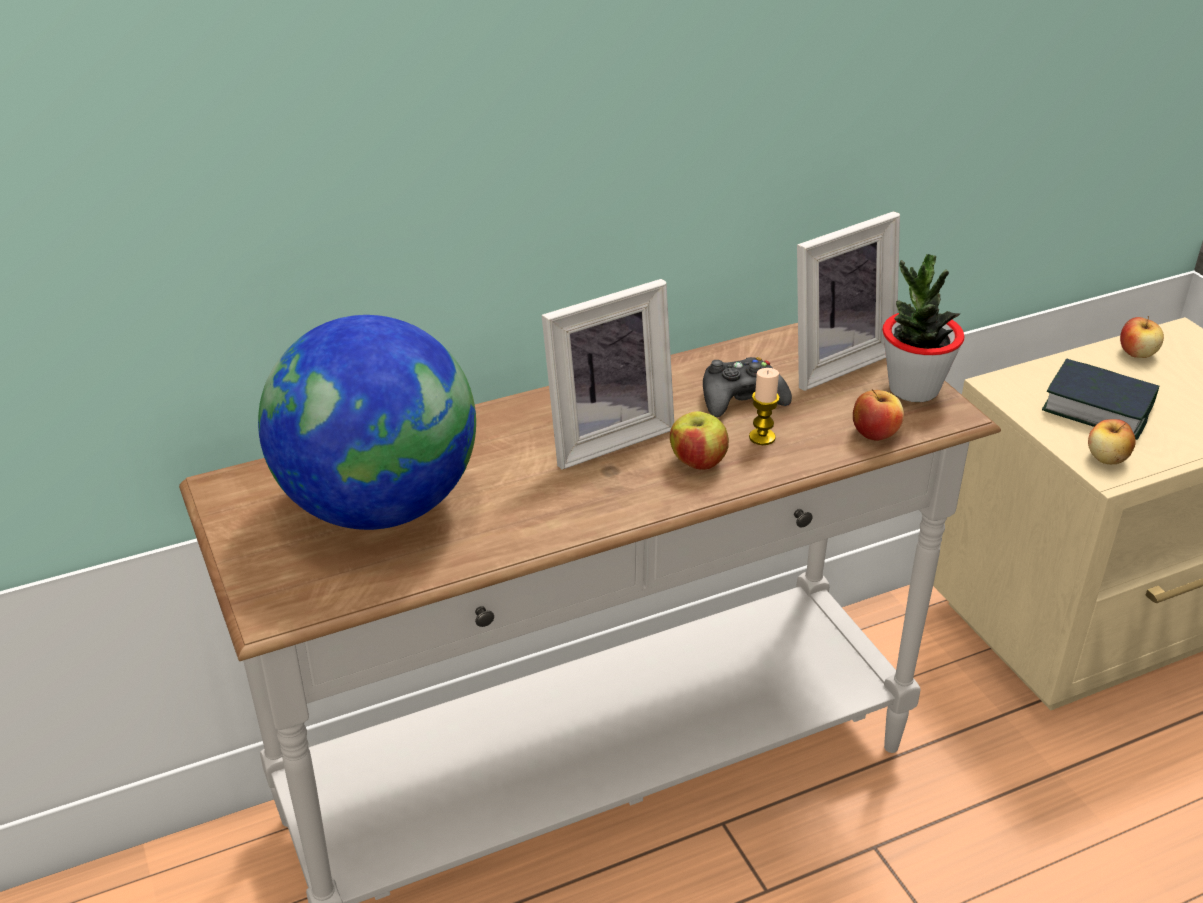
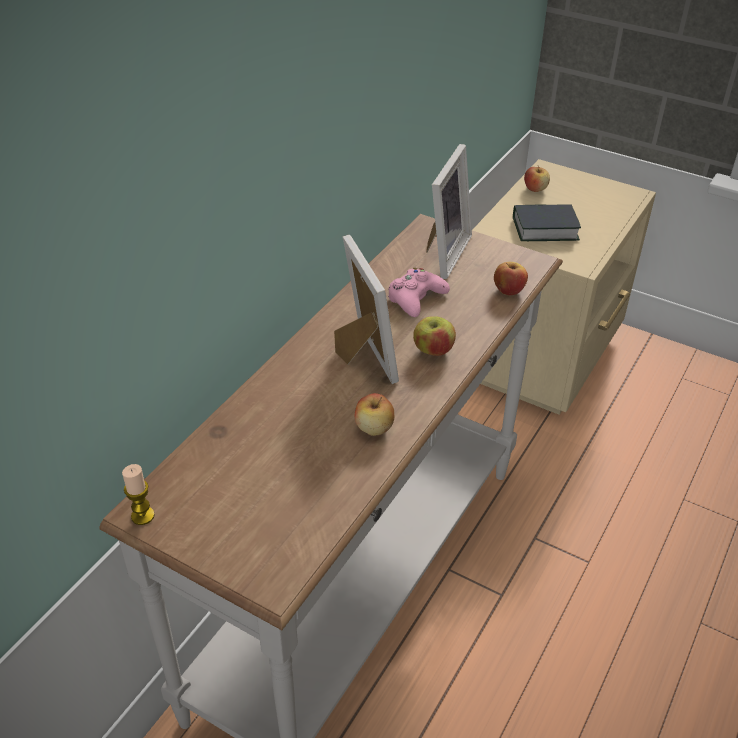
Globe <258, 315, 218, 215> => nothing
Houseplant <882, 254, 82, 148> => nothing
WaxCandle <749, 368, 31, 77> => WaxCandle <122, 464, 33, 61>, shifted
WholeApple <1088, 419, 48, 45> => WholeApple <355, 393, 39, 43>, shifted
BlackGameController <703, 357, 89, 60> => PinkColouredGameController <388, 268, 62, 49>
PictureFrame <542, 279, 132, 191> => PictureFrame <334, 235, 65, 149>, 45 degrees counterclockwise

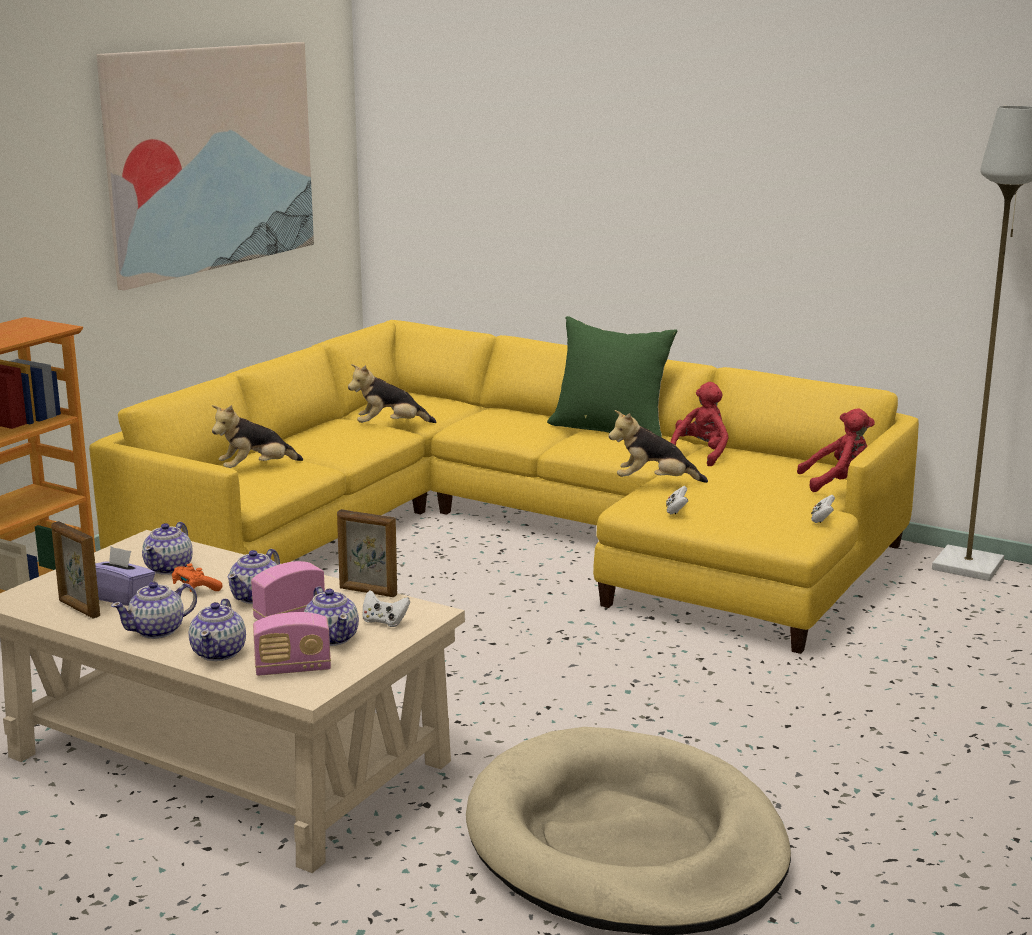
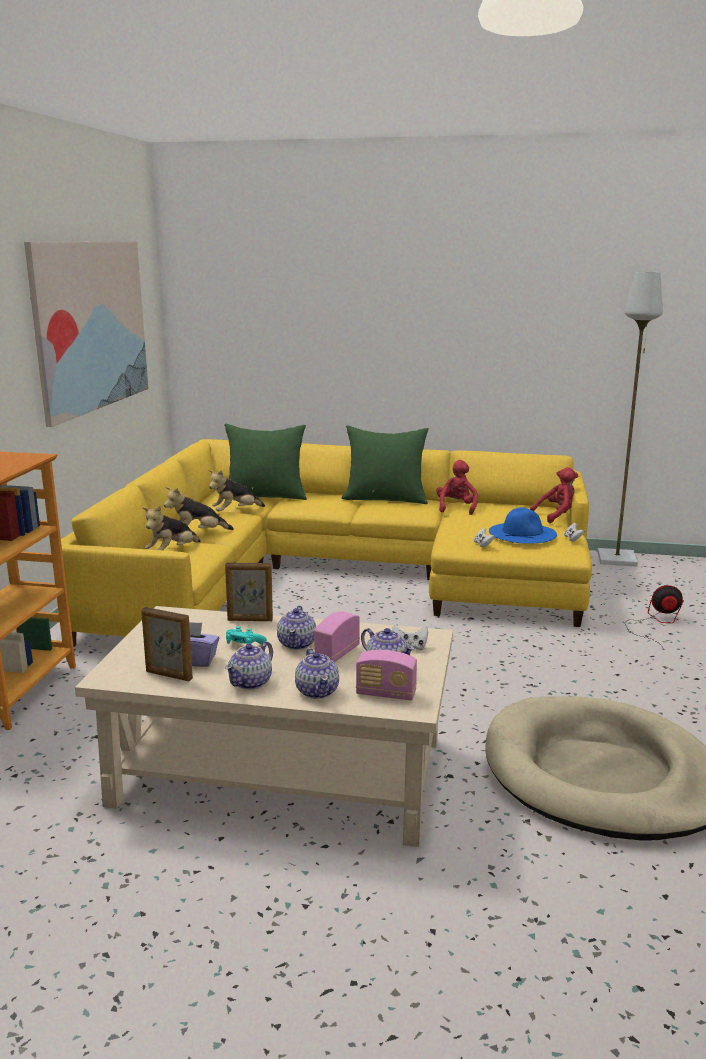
TeaPot <142, 522, 51, 53> => nothing
nothing => GreenColouredPillow <224, 424, 83, 76>
nothing => BluishHat <489, 507, 68, 37>
nothing => ElectricFan <625, 585, 59, 63>
PictureFrame <337, 509, 60, 88> => PictureFrame <225, 562, 48, 59>, shifted
PlushToy <609, 410, 99, 73> => PlushToy <164, 487, 70, 43>, shifted
OrangeColouredGameController <172, 563, 50, 29> => TurquoiseGameController <226, 626, 41, 19>
Radio <253, 612, 78, 64> => Radio <356, 650, 61, 51>, 45 degrees clockwise

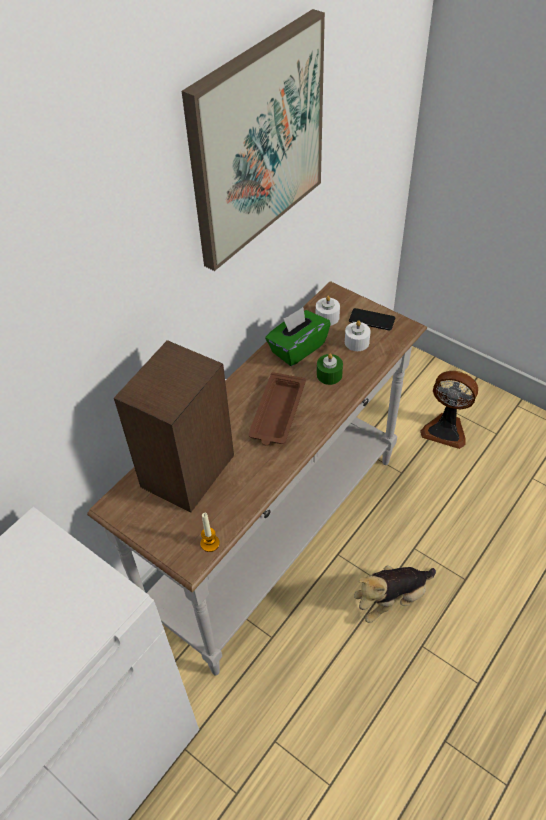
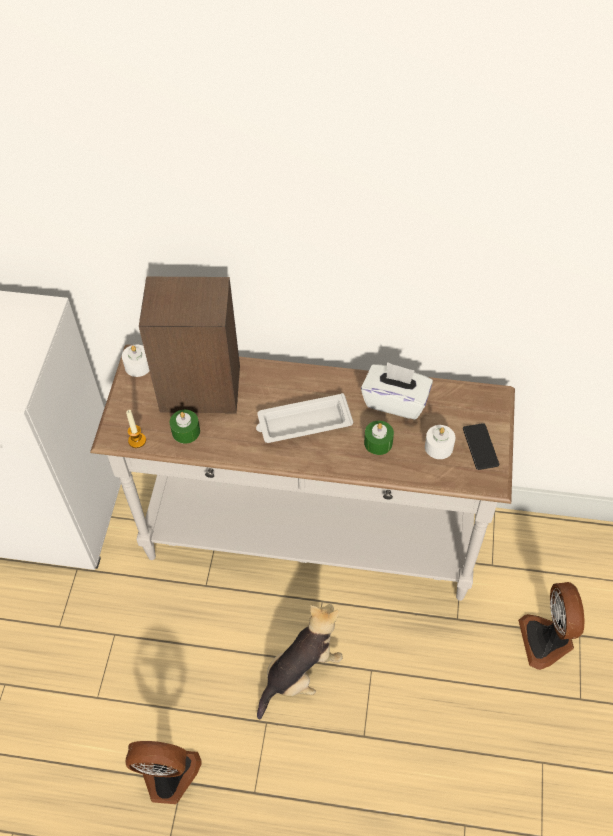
Picture <182, 9, 143, 262> => nothing
nothing => ElectricFan <125, 741, 77, 63>
nothing => GreenColouredWaxCandle <170, 410, 30, 34>
WhitishWaxCandle <316, 296, 24, 30> => WhitishWaxCandle <122, 345, 28, 32>, shifted
BrownServingTray <248, 372, 58, 73> => WhitishServingTray <256, 393, 97, 50>
GreenColouredTissueBox <265, 307, 66, 59> => WhitishTissueBox <361, 362, 72, 57>
PlushToy <354, 566, 82, 57> => PlushToy <257, 604, 86, 115>, 105 degrees clockwise

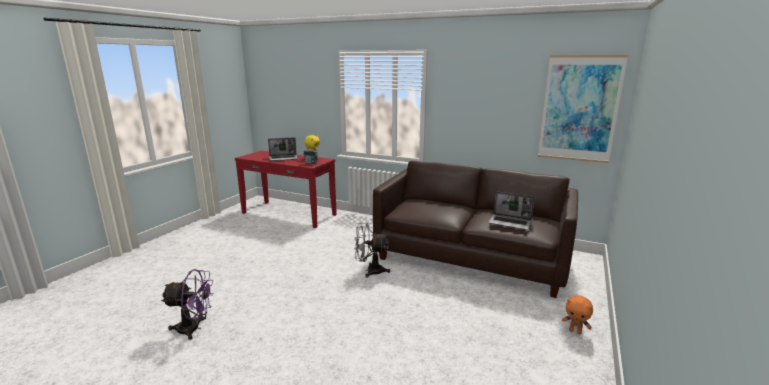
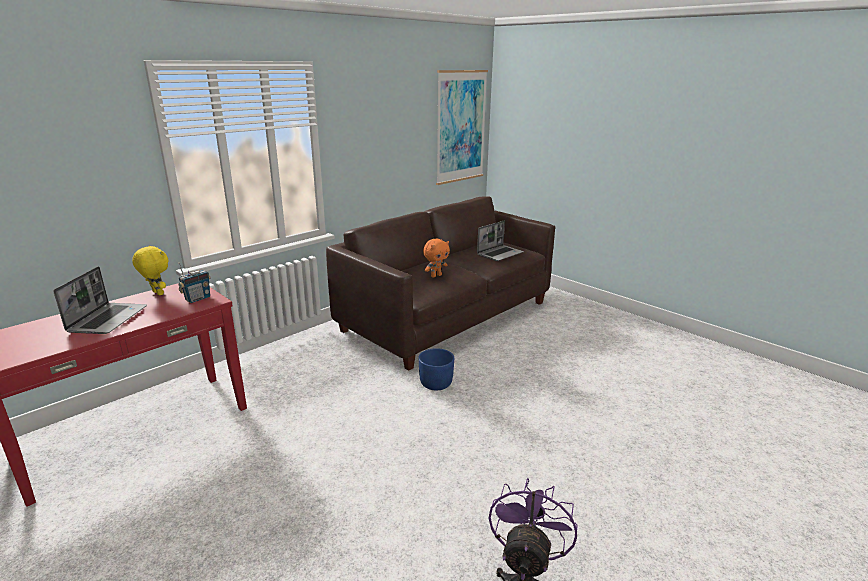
OrangeColouredPlushToy <562, 295, 31, 39> => OrangeColouredPlushToy <423, 239, 27, 39>, shifted
GrayElectricFan <354, 223, 36, 55> => BluishFlowerPot <419, 348, 35, 42>

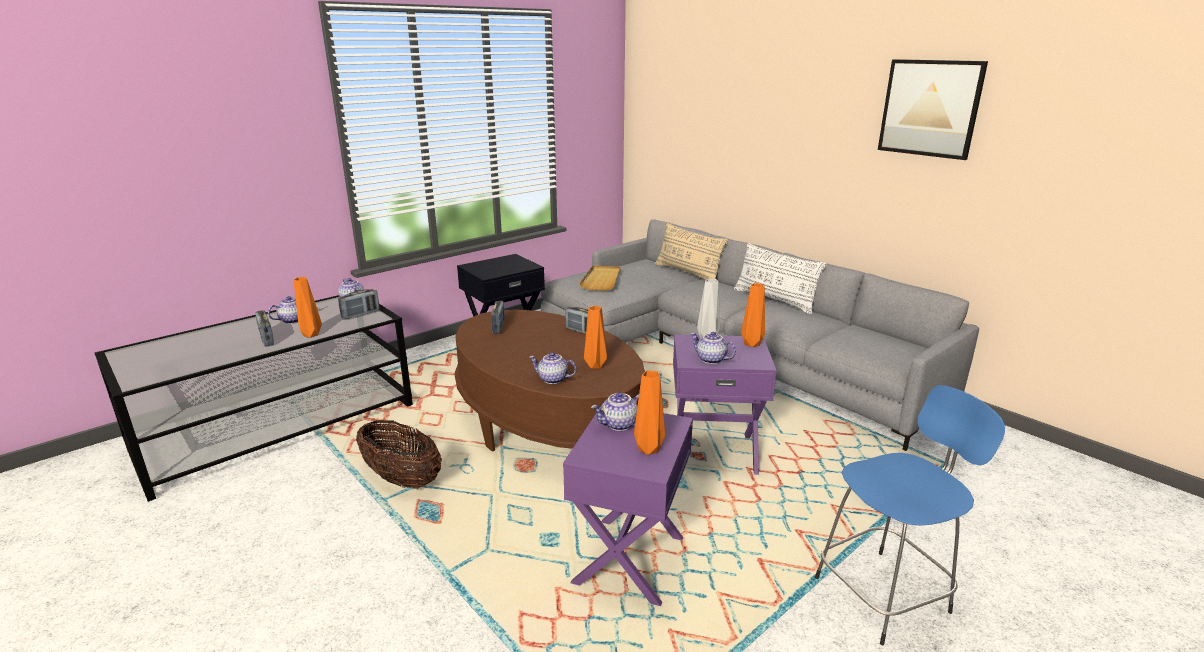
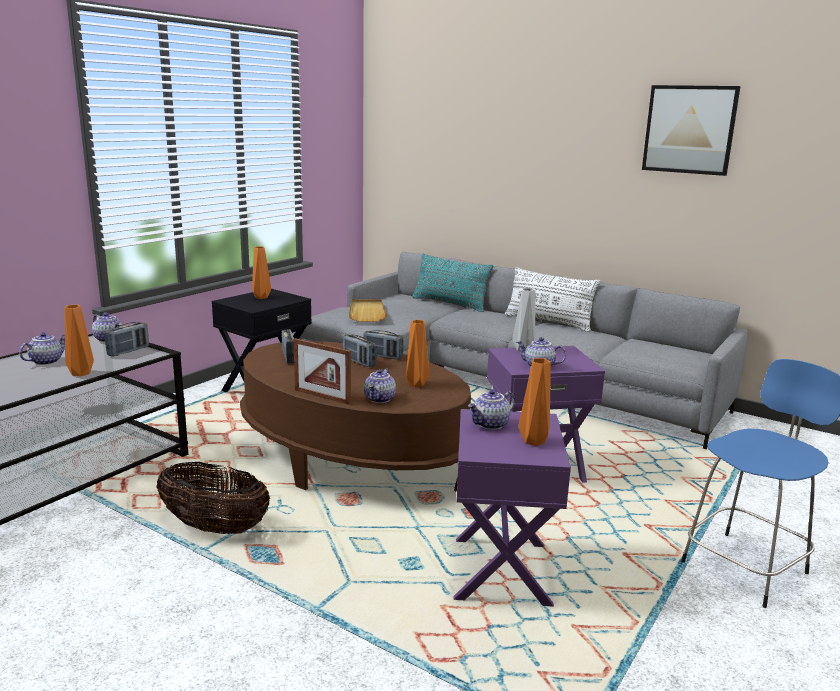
nothing => PictureFrame <294, 338, 57, 67>
Radio <255, 310, 19, 36> => Radio <342, 334, 35, 33>, shifted
OrangeColouredVase <741, 283, 24, 64> => OrangeColouredVase <252, 246, 19, 53>, shifted
BeigePillow <655, 223, 73, 57> => TurquoisePillow <412, 253, 81, 59>
TeaPot <529, 352, 48, 32> => TeaPot <364, 368, 32, 35>, 75 degrees counterclockwise

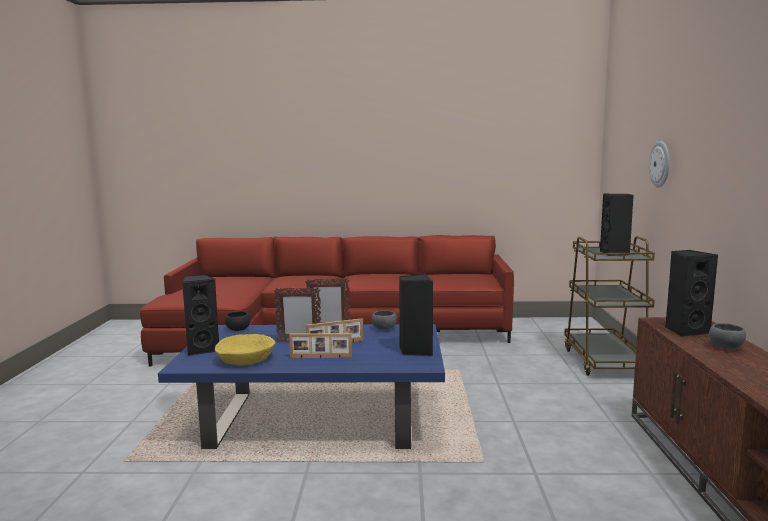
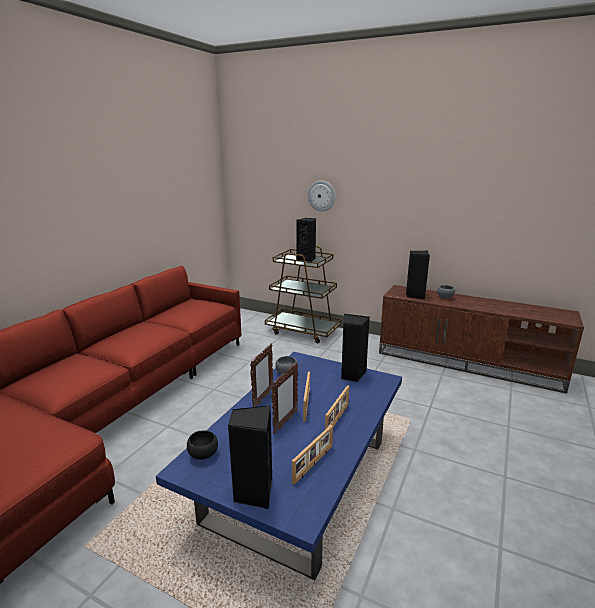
YellowBowl <215, 334, 60, 31> => PictureFrame <292, 425, 41, 60>

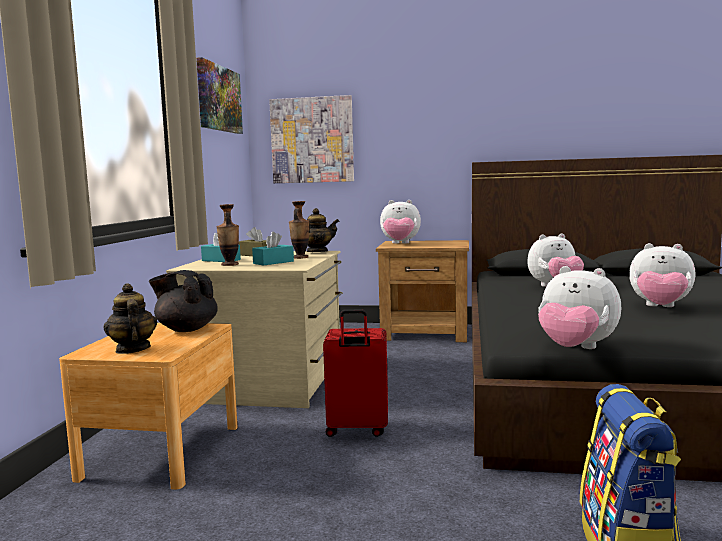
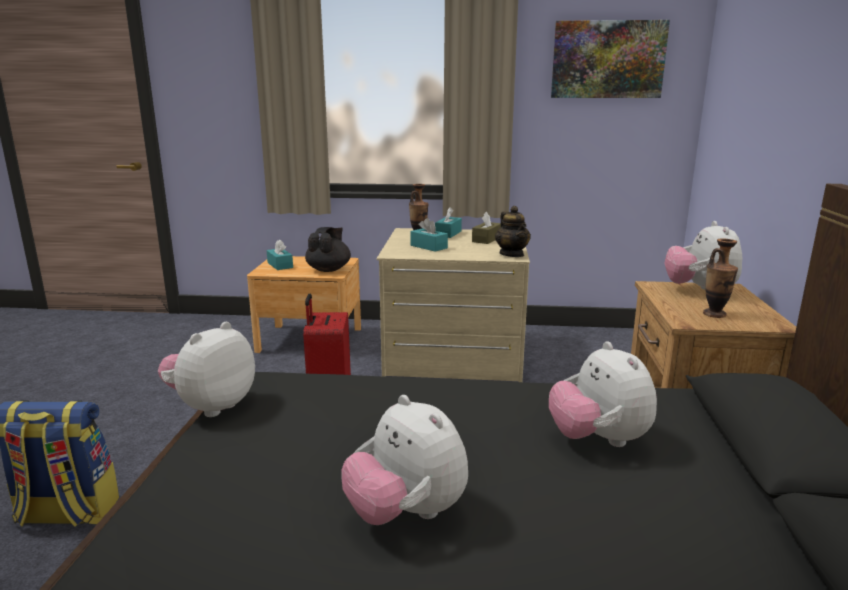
Picture <269, 95, 85, 88> => nothing
Vase <289, 201, 20, 58> => Vase <703, 238, 35, 80>, shifted
TeaPot <104, 283, 54, 71> => TurquoiseTissueBox <267, 239, 26, 31>
PlushToy <629, 243, 67, 64> => PlushToy <341, 395, 127, 130>, 60 degrees counterclockwise

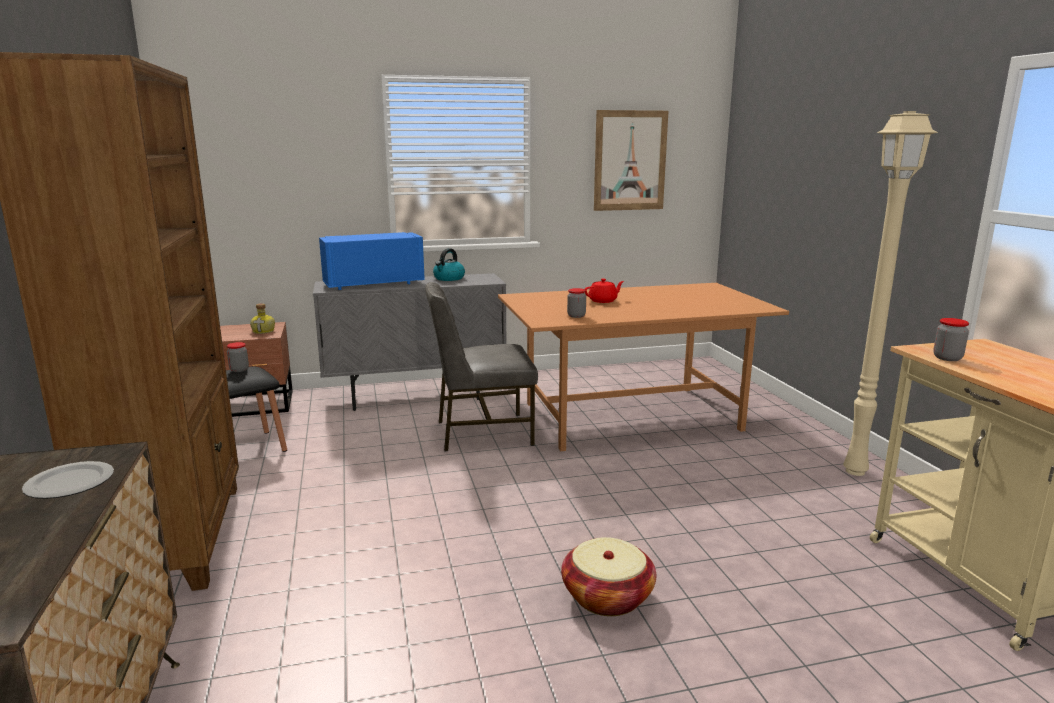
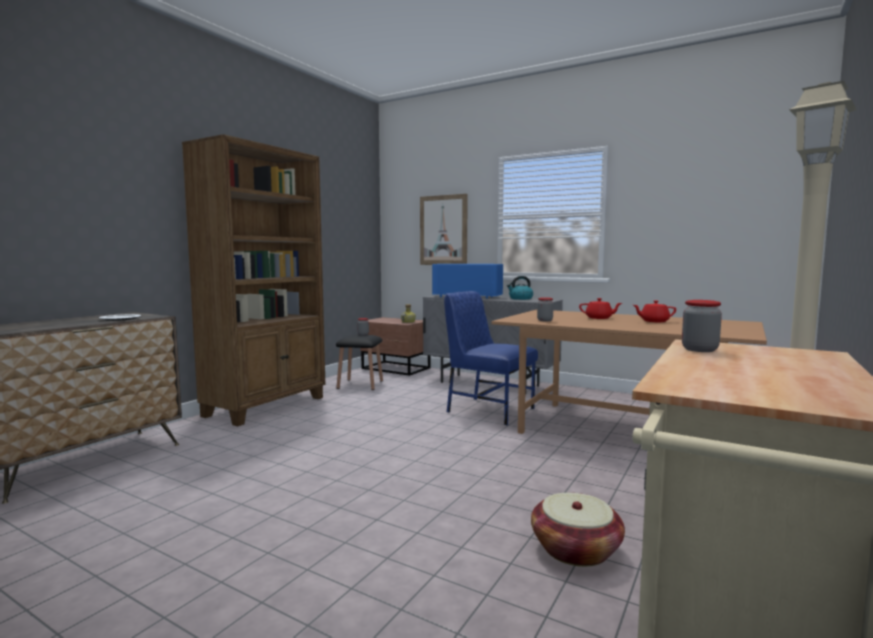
nothing => RedColouredTeaPot <633, 300, 43, 22>
Basket <561, 537, 95, 79> => Basket <531, 493, 94, 74>, shifted
Picture <594, 110, 74, 101> => Picture <420, 194, 48, 71>, shifted
GrayUprightChair <425, 282, 113, 169> => BluishUprightChair <444, 291, 94, 134>

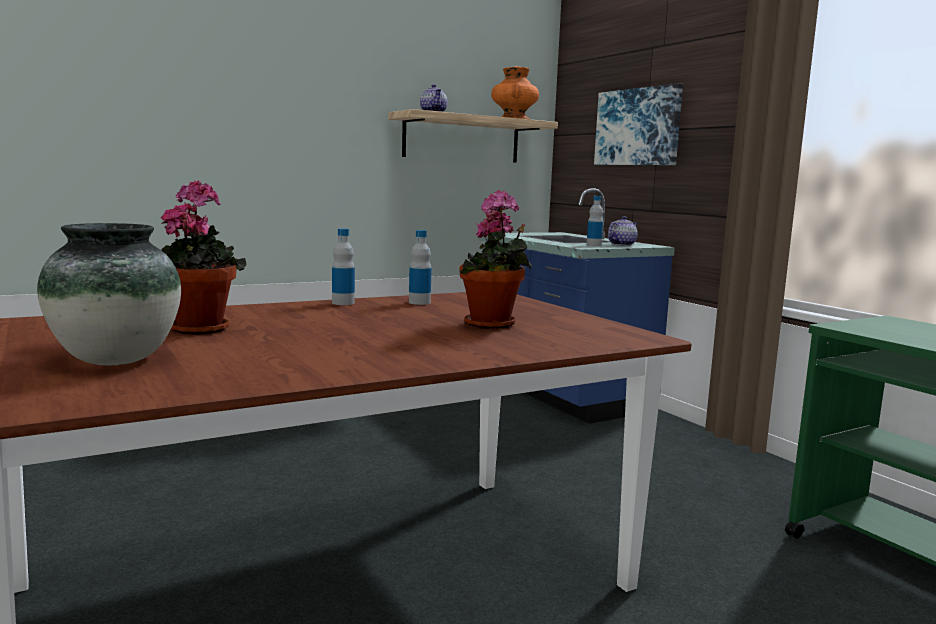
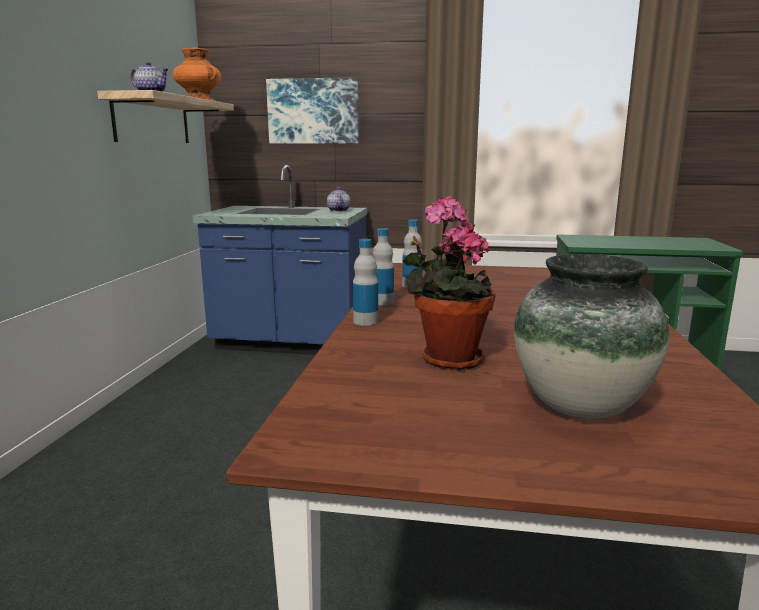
Houseplant <459, 190, 73, 139> => nothing
BeverageBottle <587, 196, 16, 50> => BeverageBottle <353, 239, 25, 87>, shifted

